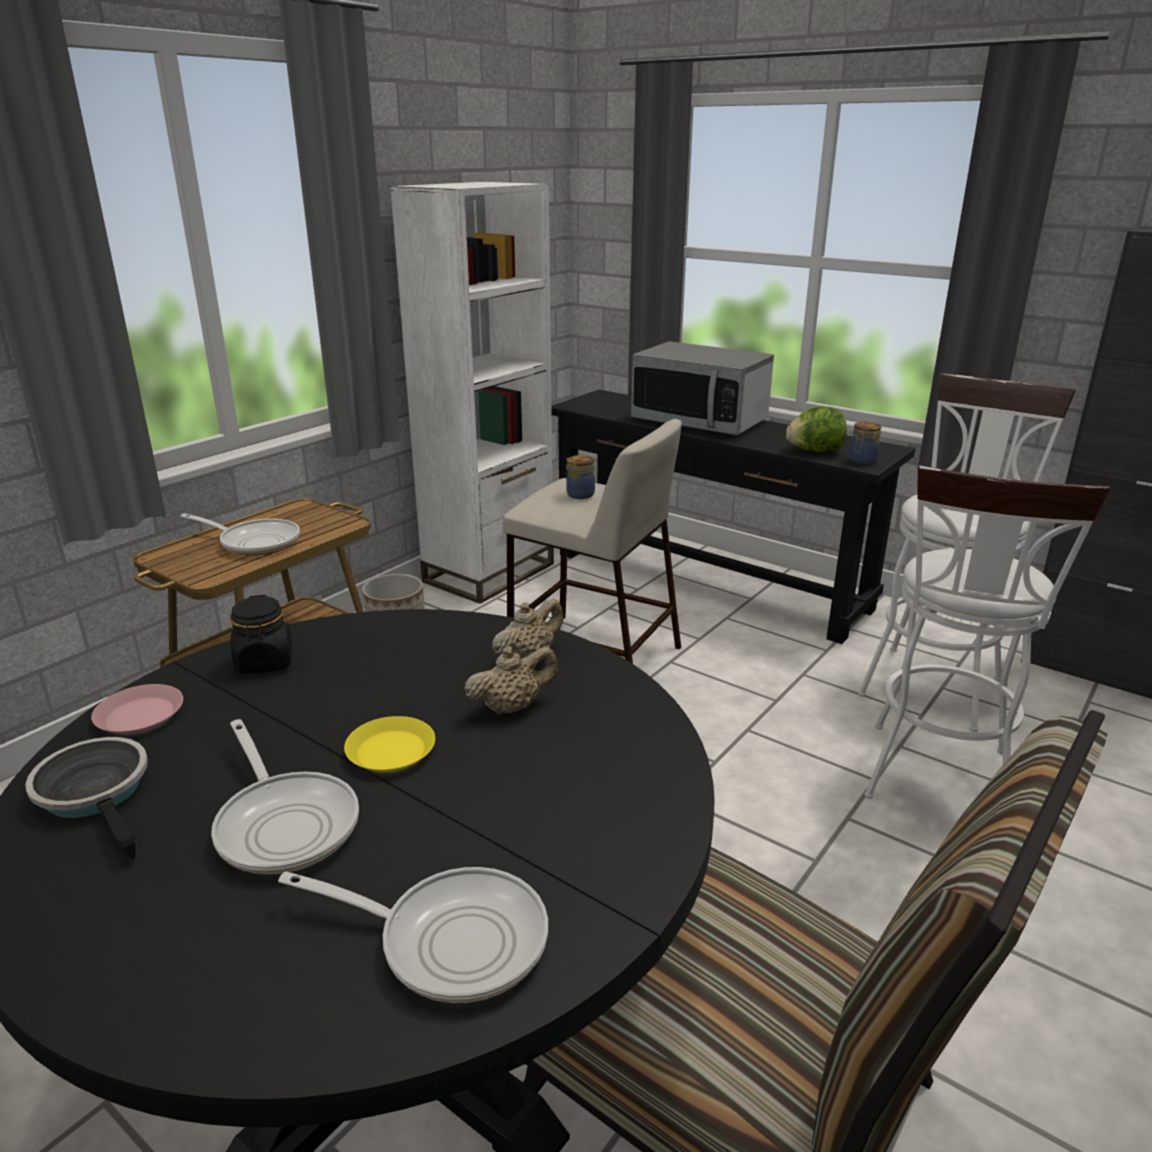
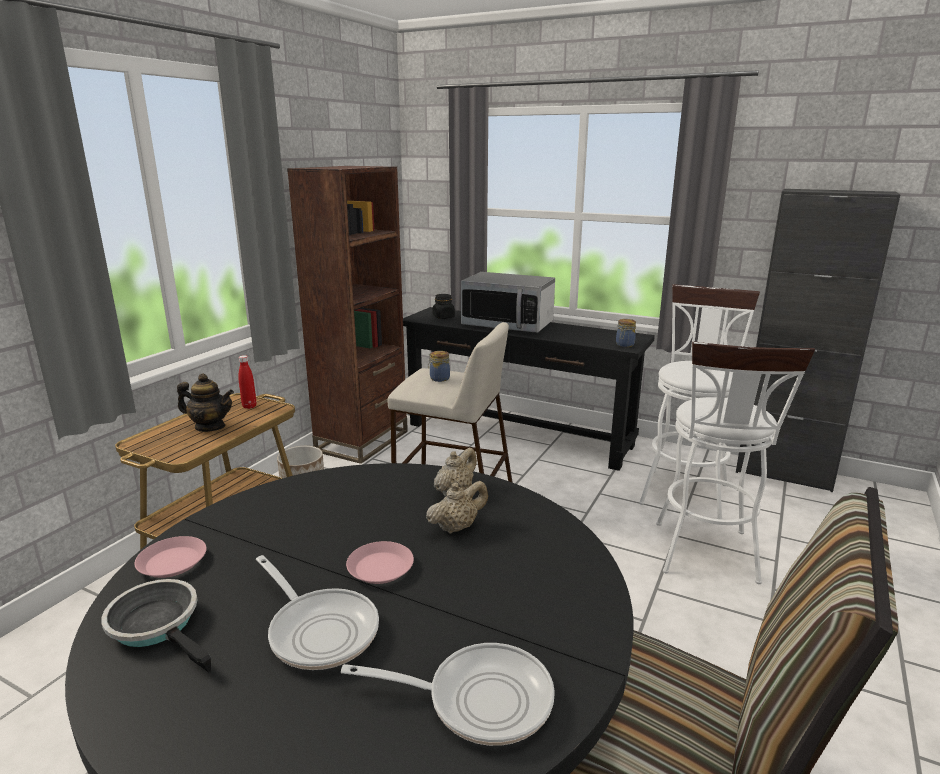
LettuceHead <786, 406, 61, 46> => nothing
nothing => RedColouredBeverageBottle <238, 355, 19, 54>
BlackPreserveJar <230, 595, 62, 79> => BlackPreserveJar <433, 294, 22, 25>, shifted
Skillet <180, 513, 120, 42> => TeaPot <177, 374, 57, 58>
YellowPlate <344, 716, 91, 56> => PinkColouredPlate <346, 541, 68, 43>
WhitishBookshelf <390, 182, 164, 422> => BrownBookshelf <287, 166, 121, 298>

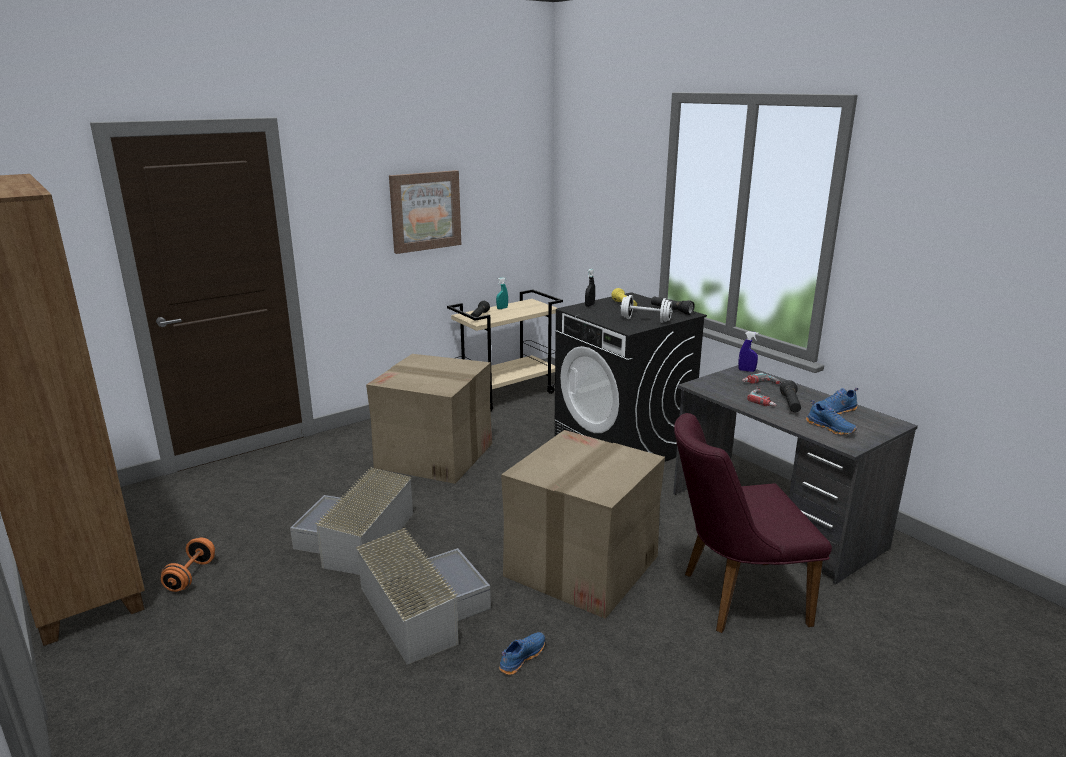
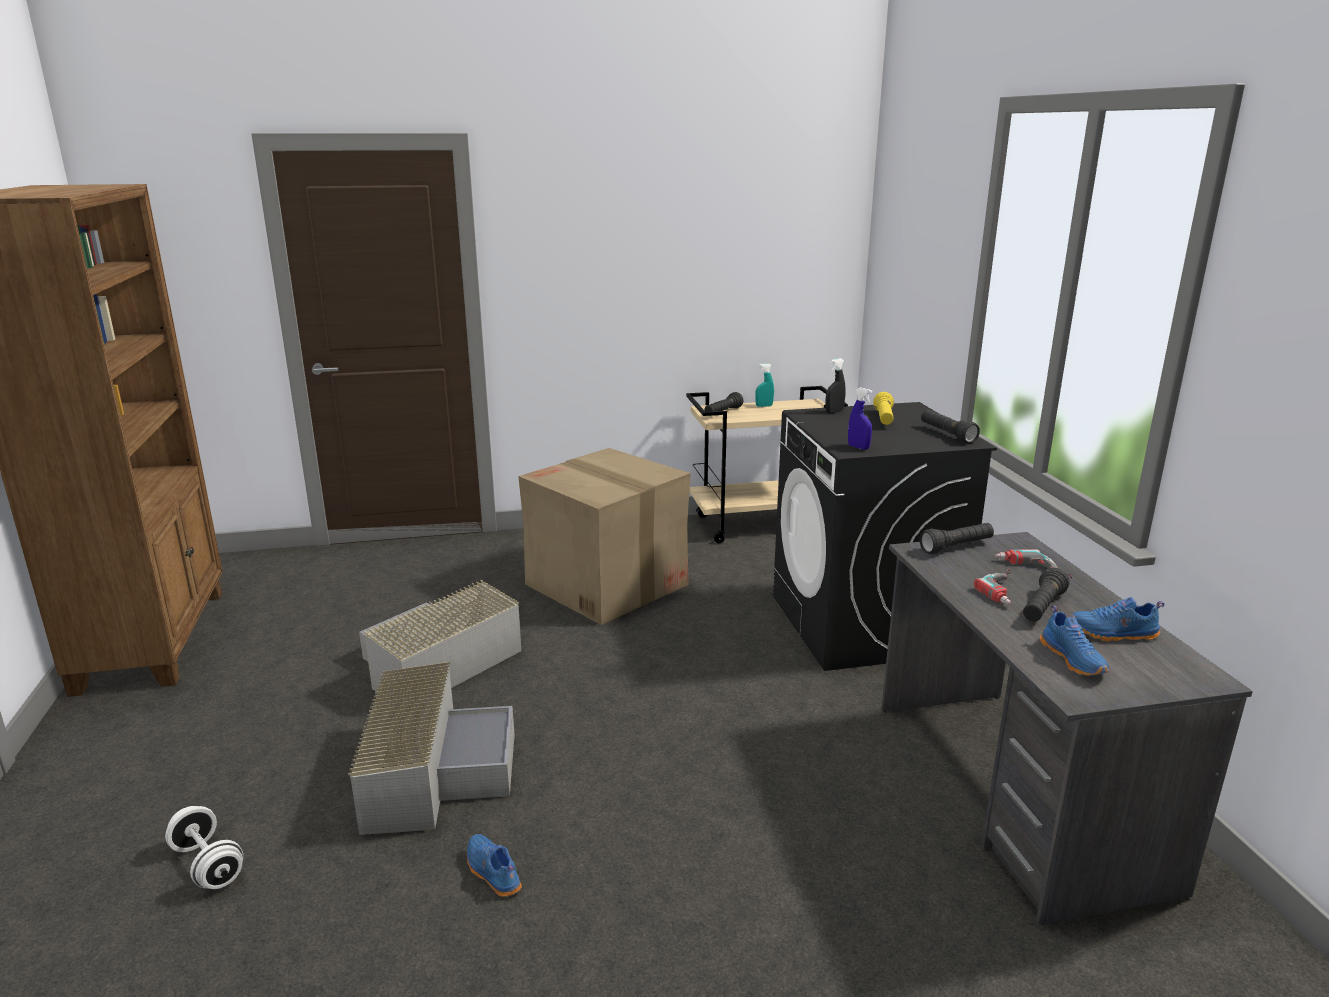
OrangeColouredFreeWeight <161, 538, 54, 54> => nothing
Picture <389, 170, 72, 84> => nothing
Carton <501, 430, 164, 189> => nothing
PurpleColouredUprightChair <674, 413, 158, 220> => nothing
nothing => BlackHandTorch <920, 523, 74, 31>
WhitishFreeWeight <621, 295, 52, 28> => WhitishFreeWeight <165, 806, 78, 83>, shifted
BluishHandSprayer <738, 331, 20, 41> => BluishHandSprayer <848, 387, 24, 63>, shifted
BluishShoe <499, 632, 46, 43> => BluishShoe <467, 834, 55, 63>, 105 degrees counterclockwise

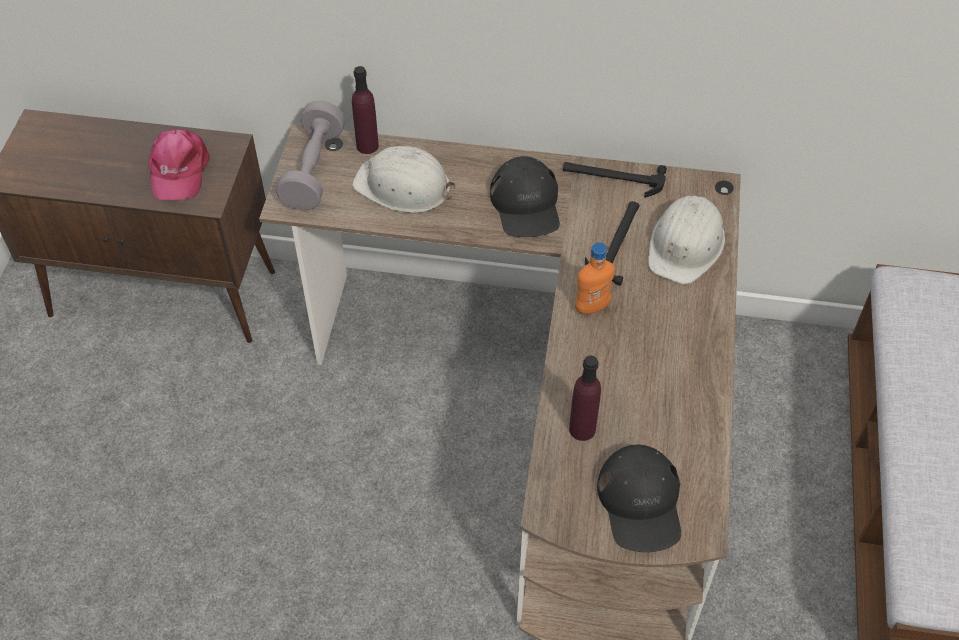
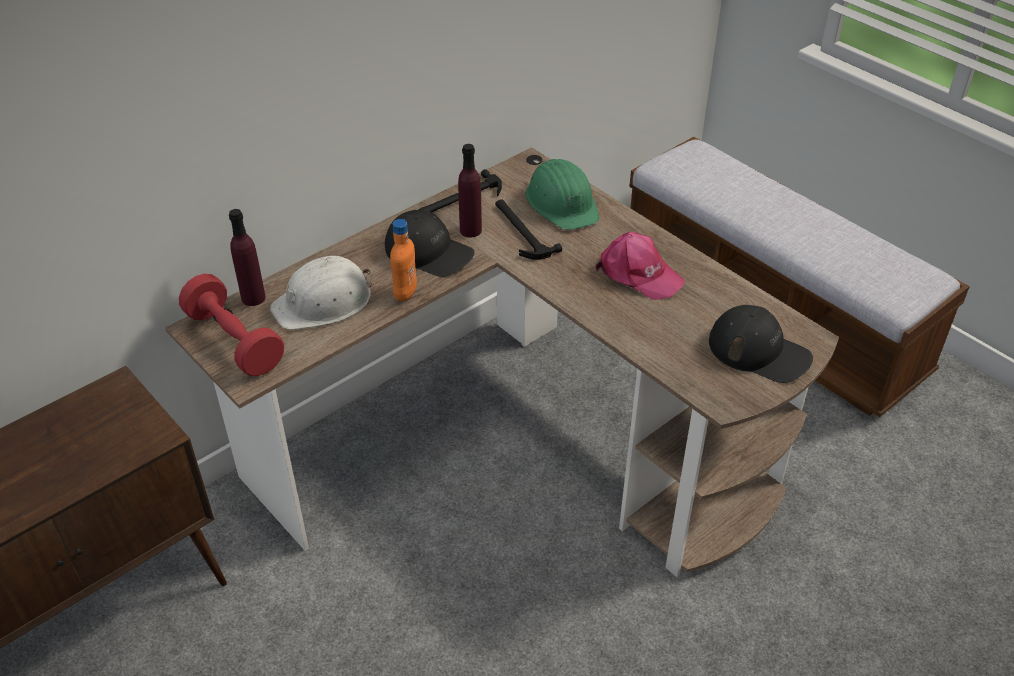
PinkColouredPeakedCap <148, 129, 62, 71> => PinkColouredPeakedCap <596, 232, 89, 68>, shifted
PurpleColouredBeverageBottle <569, 355, 32, 86> => PurpleColouredBeverageBottle <458, 144, 24, 93>, shifted
OrangeColouredBeverageBottle <575, 242, 40, 73> => OrangeColouredBeverageBottle <390, 219, 27, 82>, shifted
GrayFreeWeight <276, 100, 69, 110> => RedColouredFreeWeight <179, 274, 105, 102>
WhitishHardHat <648, 195, 77, 89> => GreenColouredHardHat <525, 159, 74, 71>

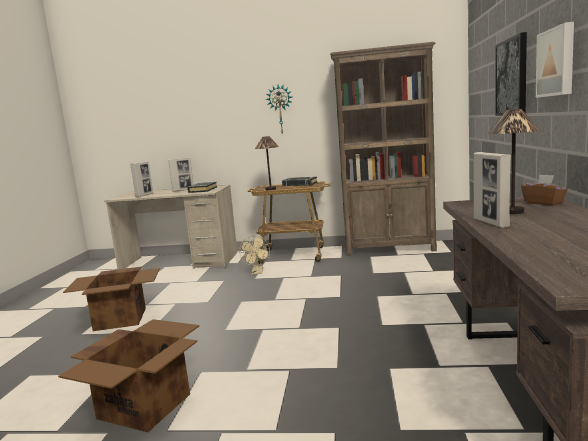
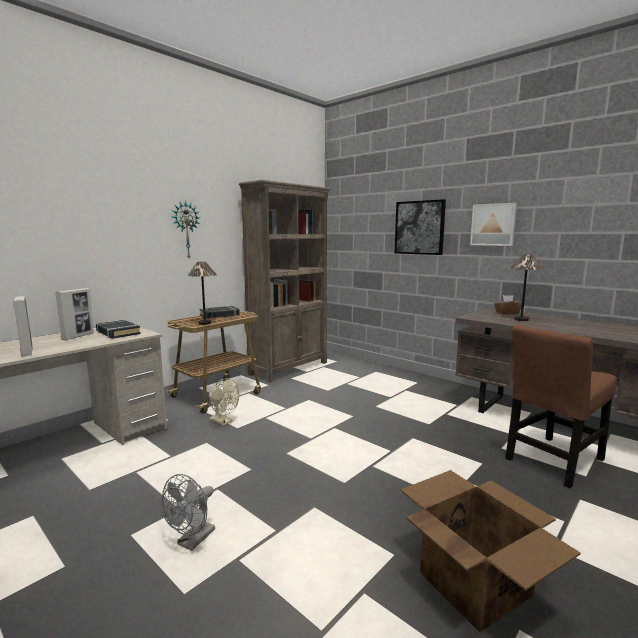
PictureFrame <473, 152, 38, 76> => nothing
nothing => BrownUprightChair <505, 325, 112, 163>
Carton <63, 267, 97, 64> => GrayElectricFan <161, 474, 54, 77>

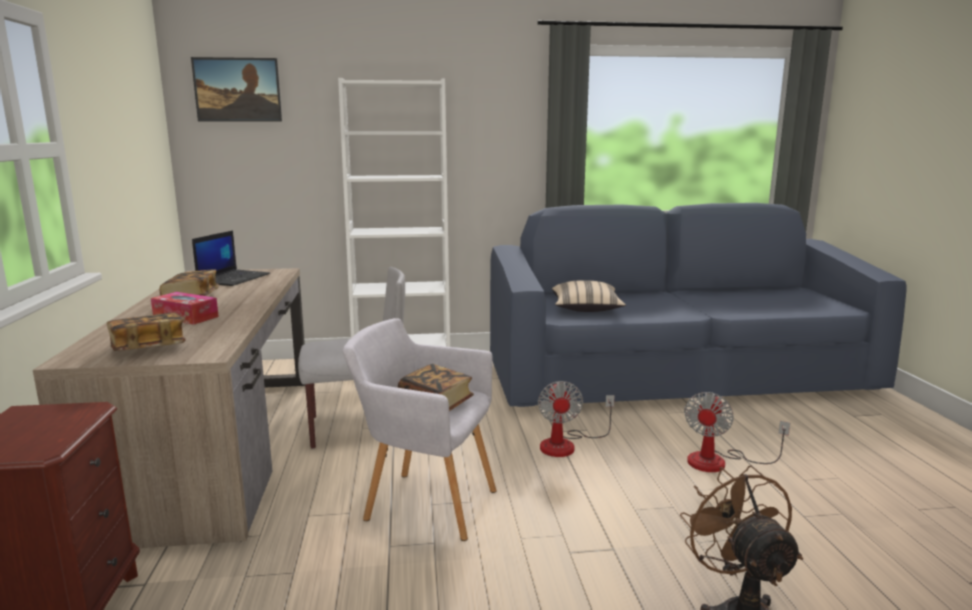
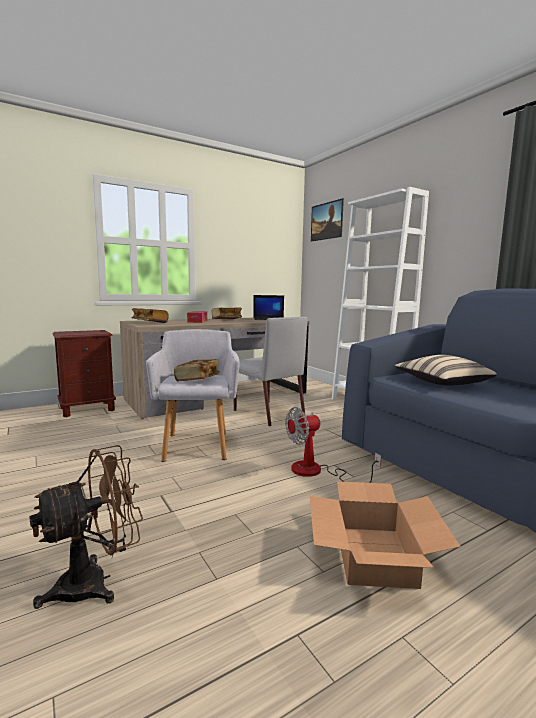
ElectricFan <684, 392, 106, 80> => Carton <310, 481, 151, 108>

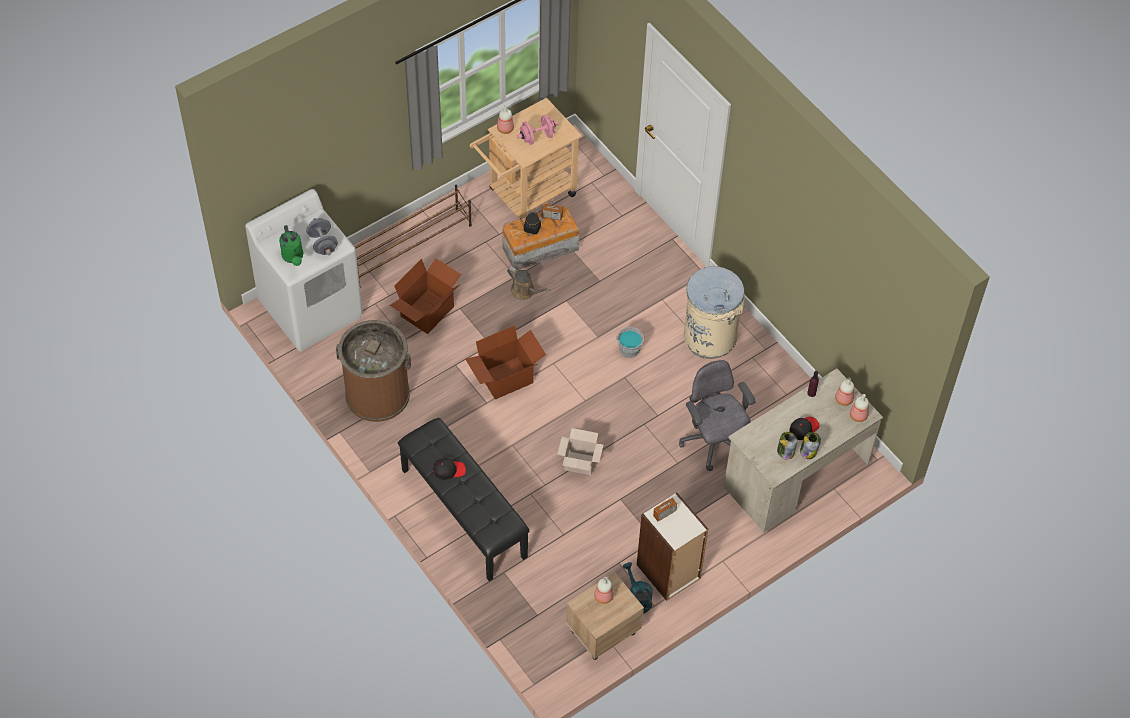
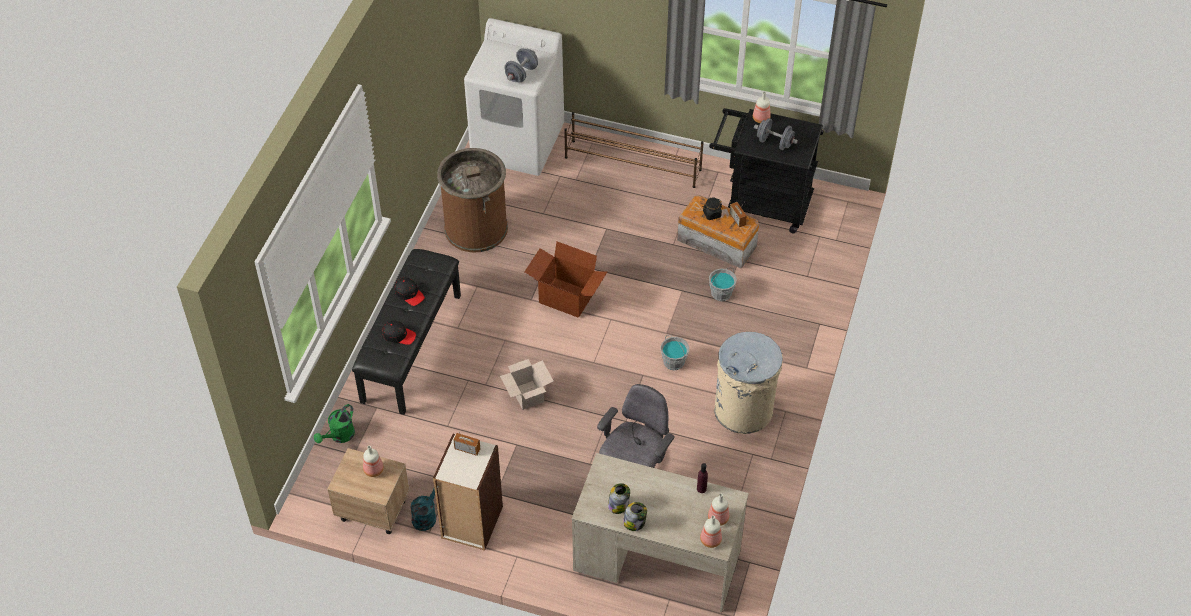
Carton <390, 258, 71, 76> => nothing
BrownWateringCan <507, 267, 43, 33> => nothing
nothing => GrayPail <709, 267, 28, 34>
GreenColouredWateringCan <279, 225, 24, 41> => GreenColouredWateringCan <314, 404, 41, 39>, shifted
BlackPeakedCap <790, 417, 29, 23> => BlackPeakedCap <382, 321, 34, 24>, shifted
BeigeWheeledCart <469, 97, 113, 122> => BlackWheeledCart <709, 108, 115, 126>
PinkColouredFreeWeight <517, 115, 41, 30> => GrayFreeWeight <754, 118, 44, 32>

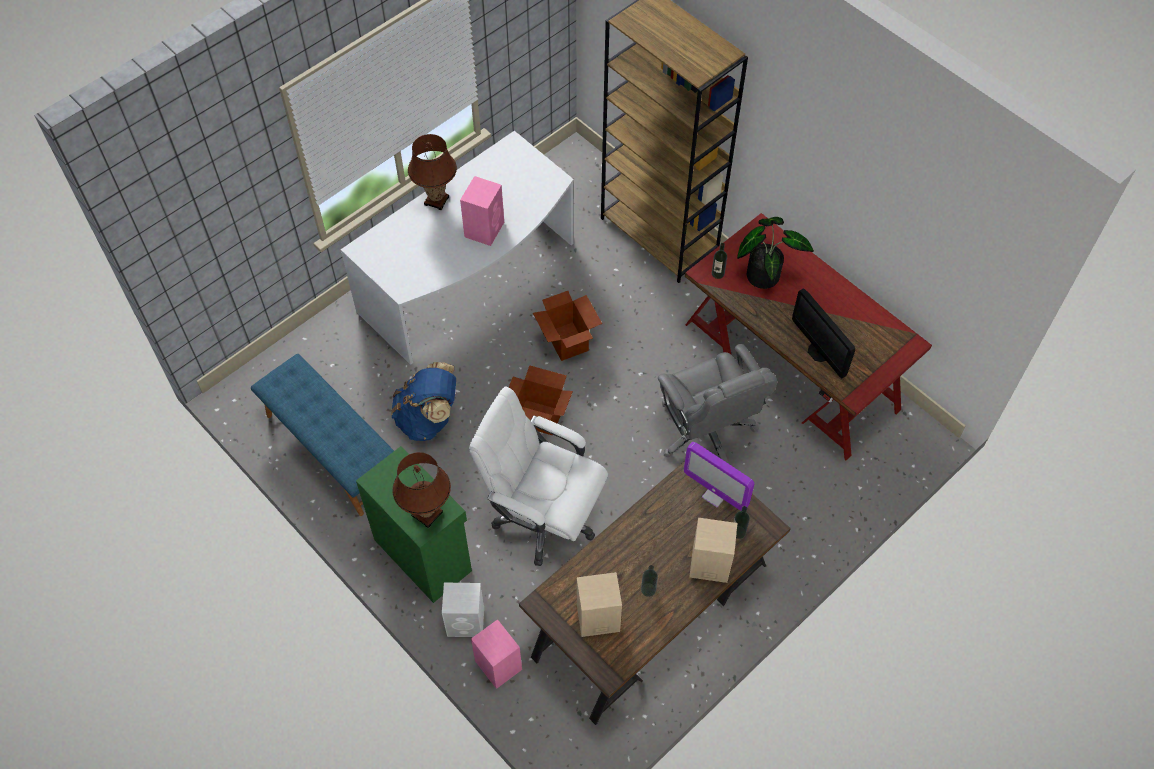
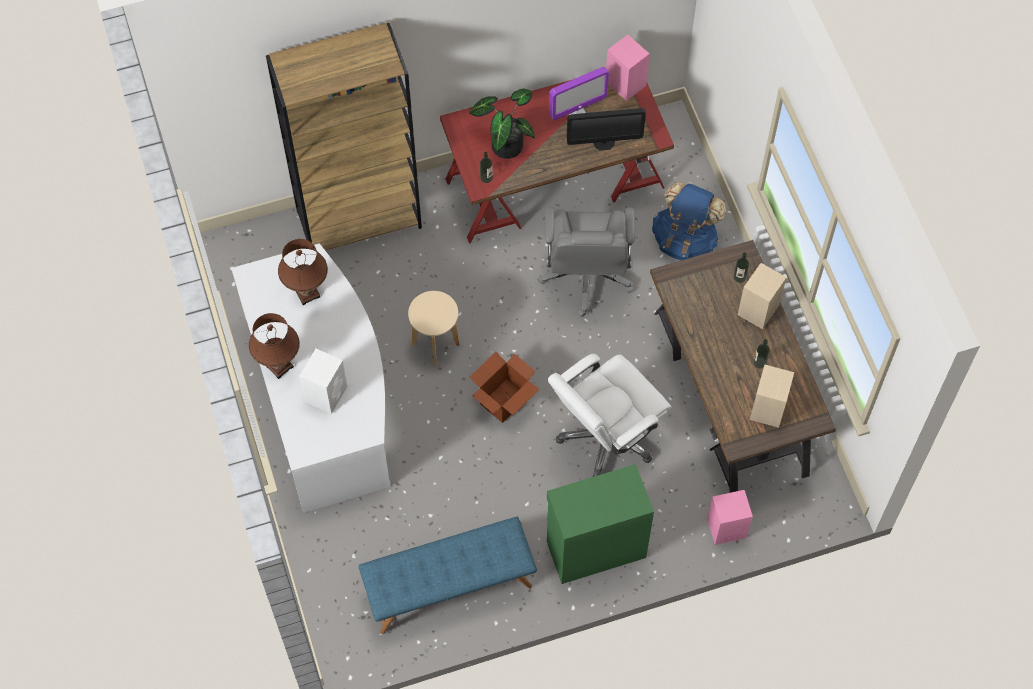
BluishKnapsack <391, 362, 65, 79> => BluishKnapsack <652, 182, 74, 78>, shifted
BrownTableLamp <392, 452, 59, 76> => BrownTableLamp <278, 239, 50, 66>, shifted
WhitishLoudspeaker <442, 583, 42, 54> => WhitishLoudspeaker <299, 349, 49, 65>, shifted
PinkColouredLoudspeaker <460, 176, 44, 70> => PinkColouredLoudspeaker <606, 35, 44, 66>, shifted
ComputerScreen <684, 442, 70, 69> => ComputerScreen <549, 67, 60, 53>, shifted
Carton <533, 291, 69, 70> => BeigeSittingStool <408, 291, 52, 75>
GrayDeskChair <658, 344, 119, 120> => GrayDeskChair <538, 206, 97, 111>, 90 degrees clockwise

